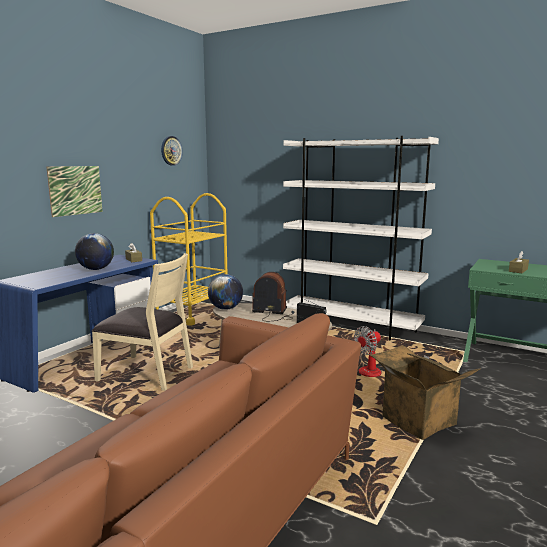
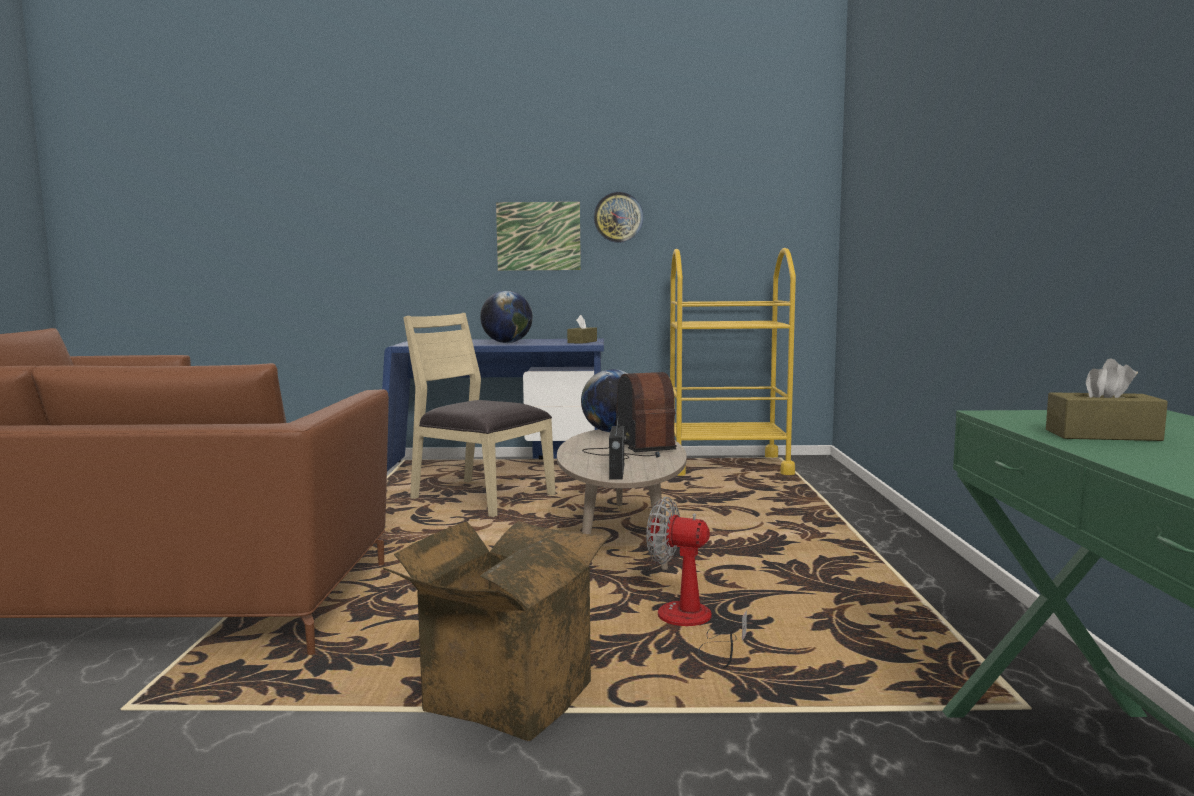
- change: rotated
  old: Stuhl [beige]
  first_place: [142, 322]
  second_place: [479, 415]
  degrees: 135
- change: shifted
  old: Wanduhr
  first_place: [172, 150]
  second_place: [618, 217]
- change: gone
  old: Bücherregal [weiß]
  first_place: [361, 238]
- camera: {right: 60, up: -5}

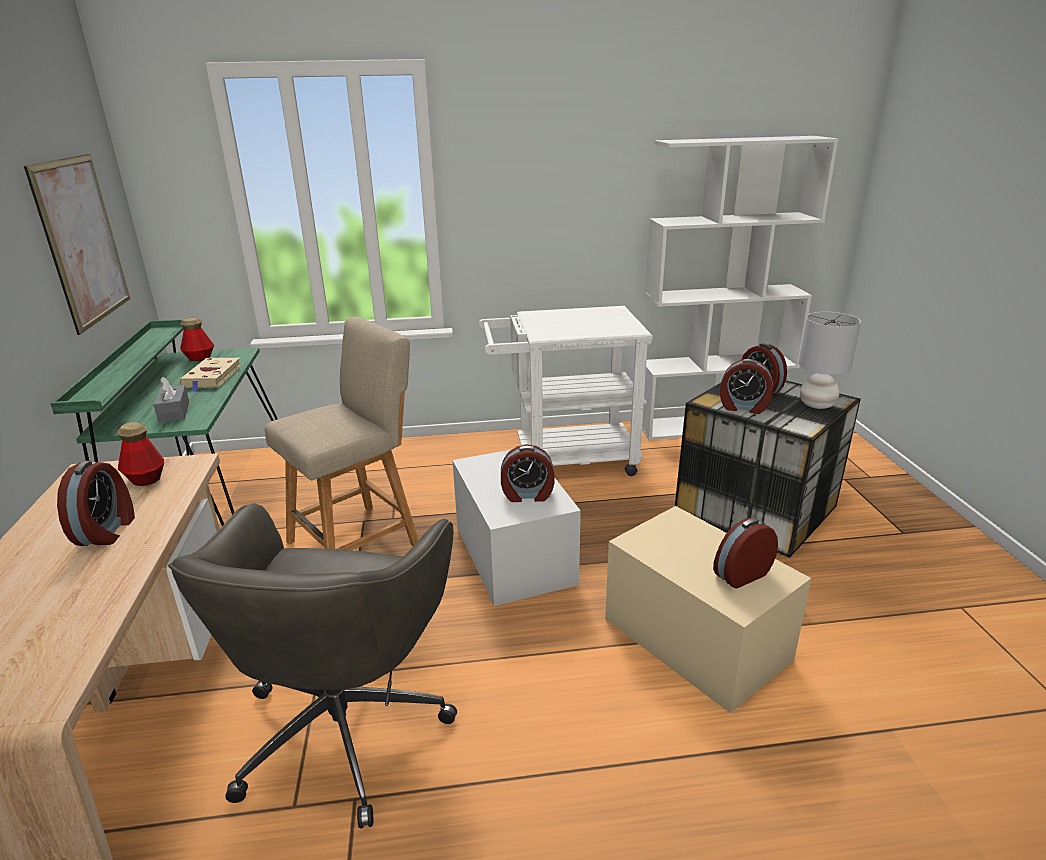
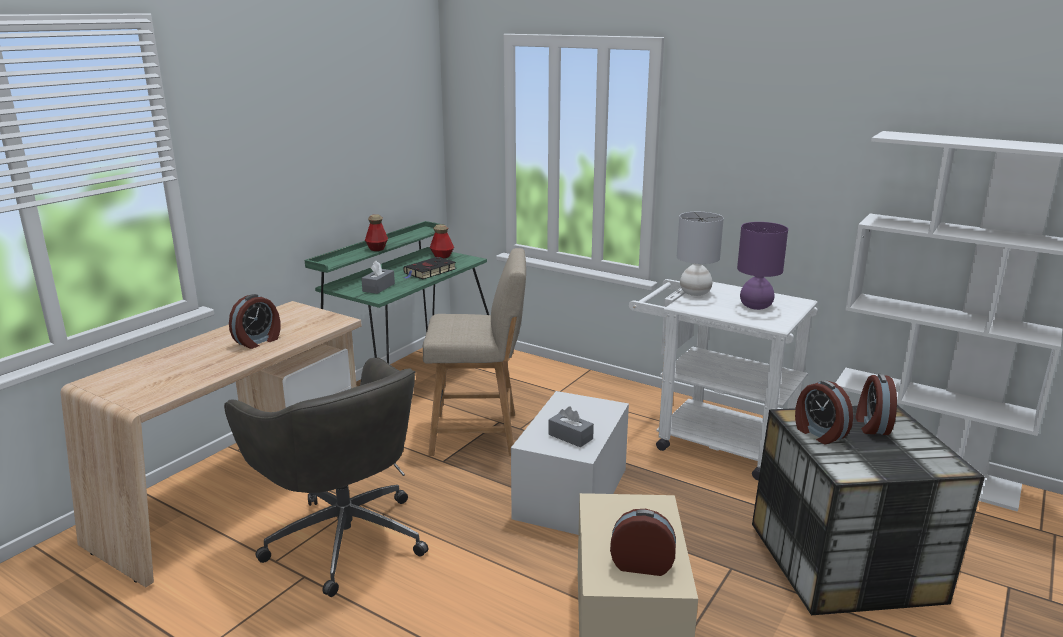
- change: gone
  old: Bild
  first_place: [77, 244]
- change: shifted
  old: Flasche
  first_place: [140, 454]
  second_place: [376, 232]
- change: rotated
  old: Bürostuhl [grau]
  first_place: [312, 666]
  second_place: [326, 477]
  degrees: -90
- change: repainted
  old: Buch [beige]
  new: Buch [schwarz]
  first_place: [210, 375]
  second_place: [429, 268]
- change: swapped
  old: Wecker
  new: Taschentuchbox [grau]
  first_place: [528, 473]
  second_place: [571, 426]
- change: shifted
  old: Tischlampe [grau]
  first_place: [830, 360]
  second_place: [700, 254]
- change: new
  new: Tischlampe [lila]
  second_place: [762, 266]
- camera: {right: 40, up: -5}

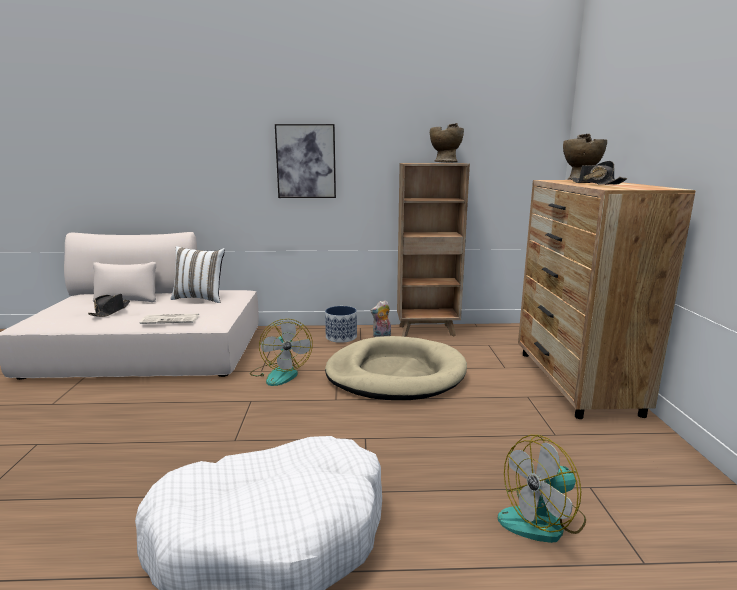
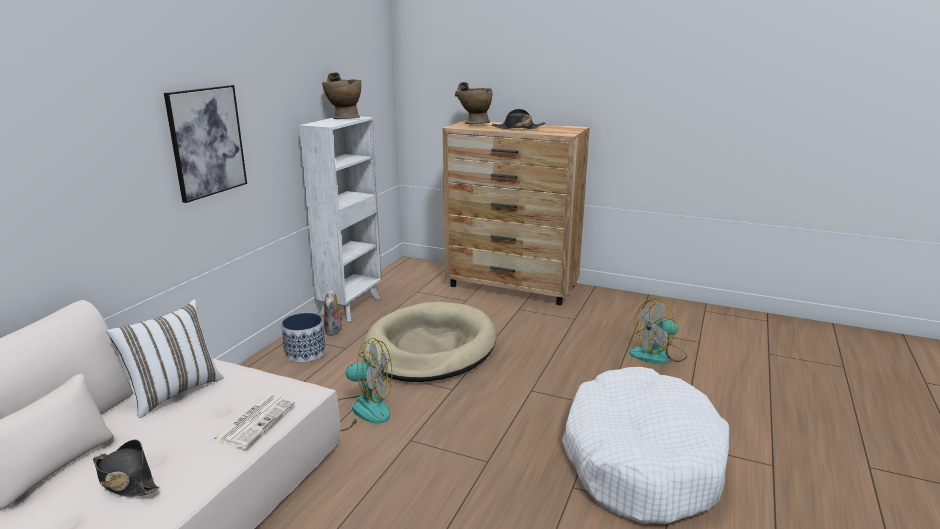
- change: repainted
  old: Bücherregal [braun]
  new: Bücherregal [weiß]
  first_place: [433, 250]
  second_place: [340, 218]
- change: rotated
  old: Ventilator
  first_place: [542, 489]
  second_place: [658, 331]
  degrees: 75
- camera: {right: -65, up: 5}

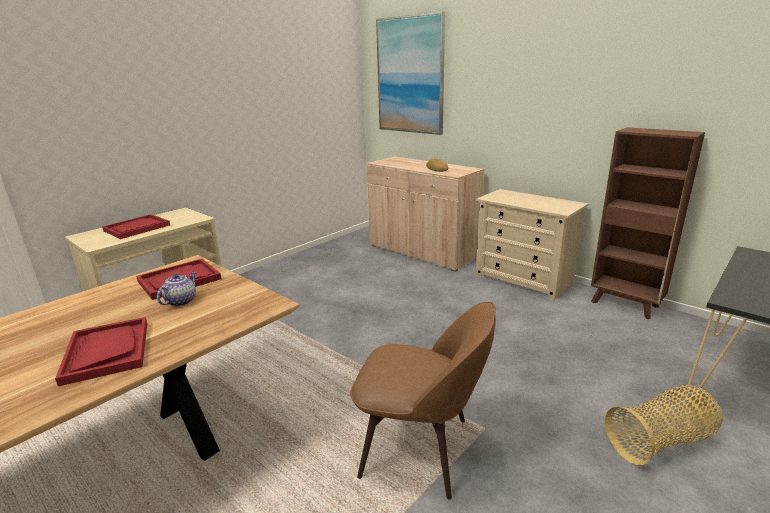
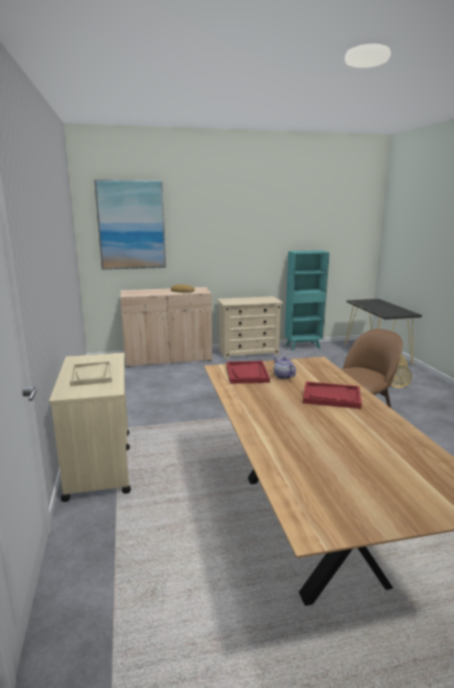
- change: repainted
  old: Tablett [rot]
  new: Tablett [beige]
  first_place: [136, 226]
  second_place: [91, 373]
- change: repainted
  old: Bücherregal [braun]
  new: Bücherregal [türkis]
  first_place: [648, 223]
  second_place: [307, 300]
- camera: {right: -55, up: -5}

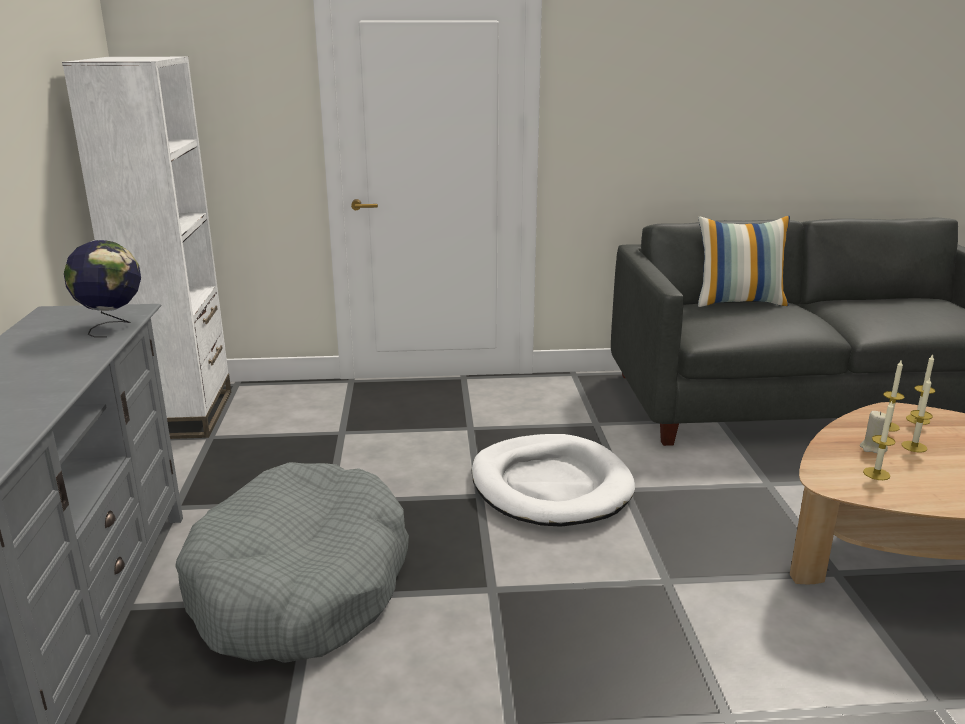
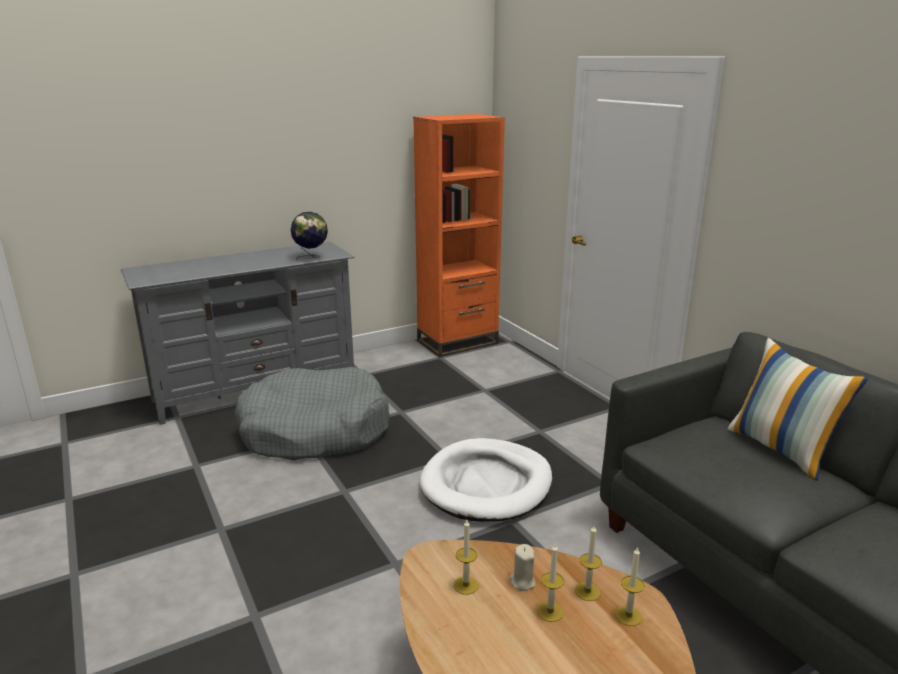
- change: repainted
  old: Bücherregal [weiß]
  new: Bücherregal [orange]
  first_place: [146, 248]
  second_place: [459, 235]
- camera: {right: 65, up: 0}

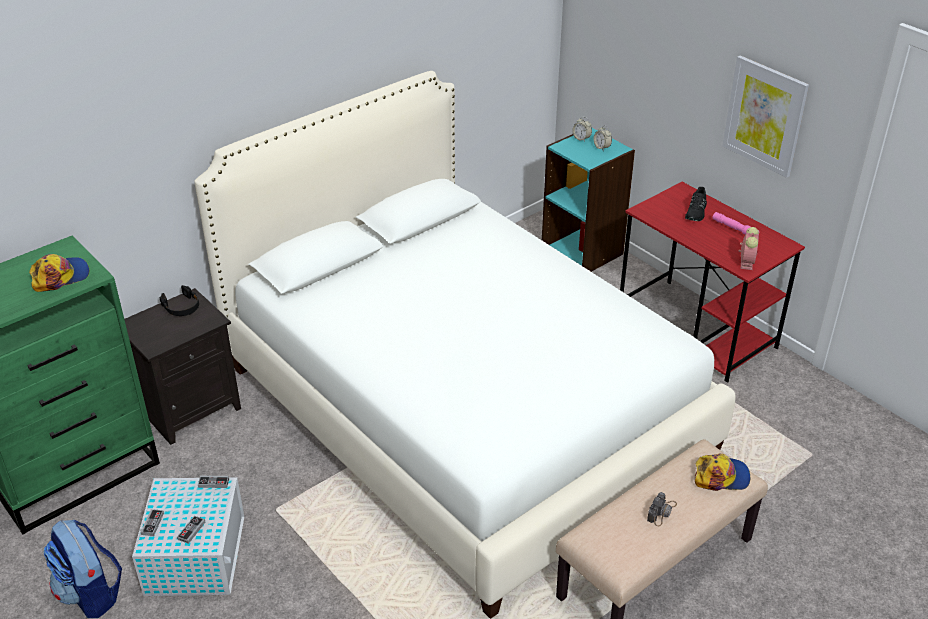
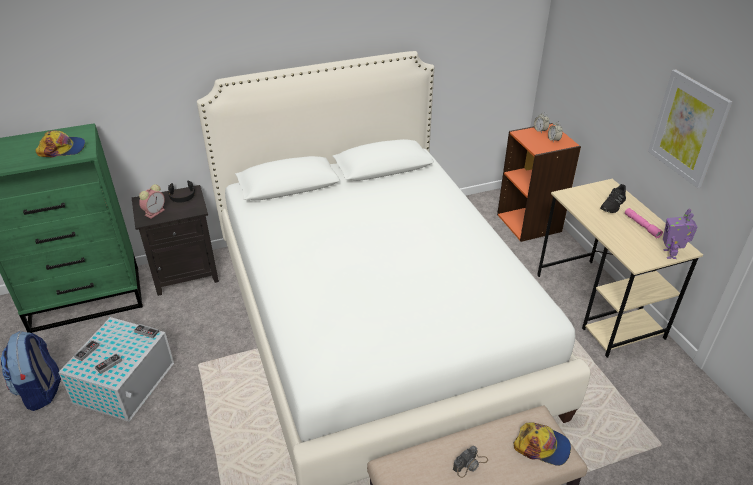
- change: repainted
  old: Bücherregal [türkis]
  new: Bücherregal [orange]
  first_place: [588, 199]
  second_place: [539, 182]
- change: repainted
  old: Schreibtisch [rot]
  new: Schreibtisch [beige]
  first_place: [712, 282]
  second_place: [620, 268]
- change: shifted
  old: Wecker
  first_place: [749, 248]
  second_place: [152, 201]
- change: new
  new: Spielzeugroboter
  second_place: [680, 234]
- camera: {right: 20, up: 0}

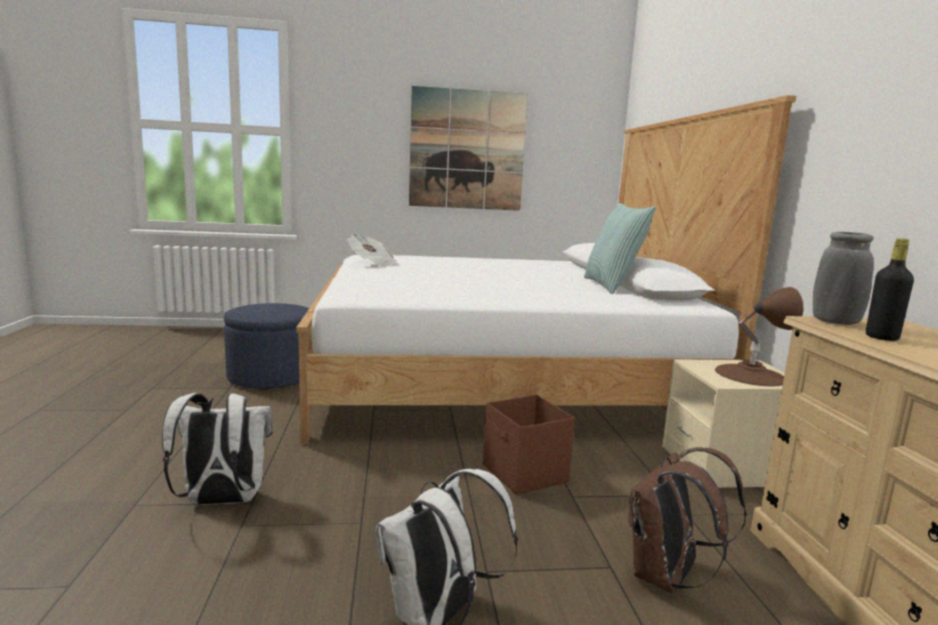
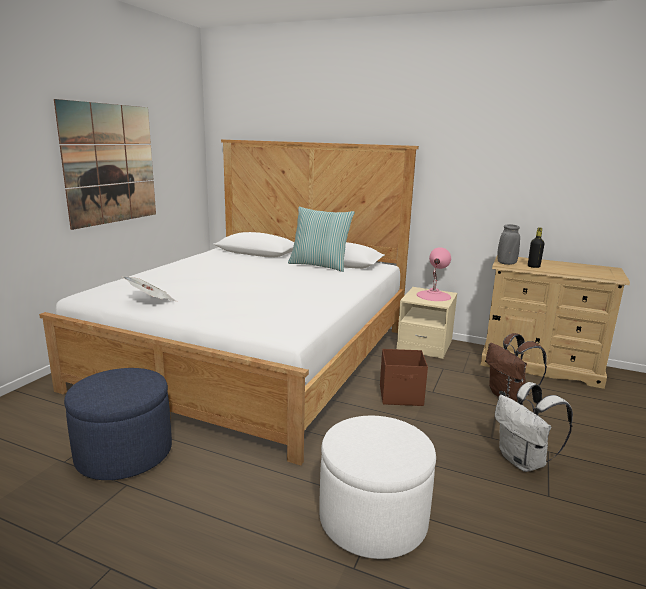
- change: swapped
  old: Rucksack [weiß]
  new: Polsterhocker [weiß]
  first_place: [217, 449]
  second_place: [378, 487]
- change: repainted
  old: Tischlampe [braun]
  new: Tischlampe [rosa]
  first_place: [759, 336]
  second_place: [433, 274]
- camera: {right: -60, up: 5}

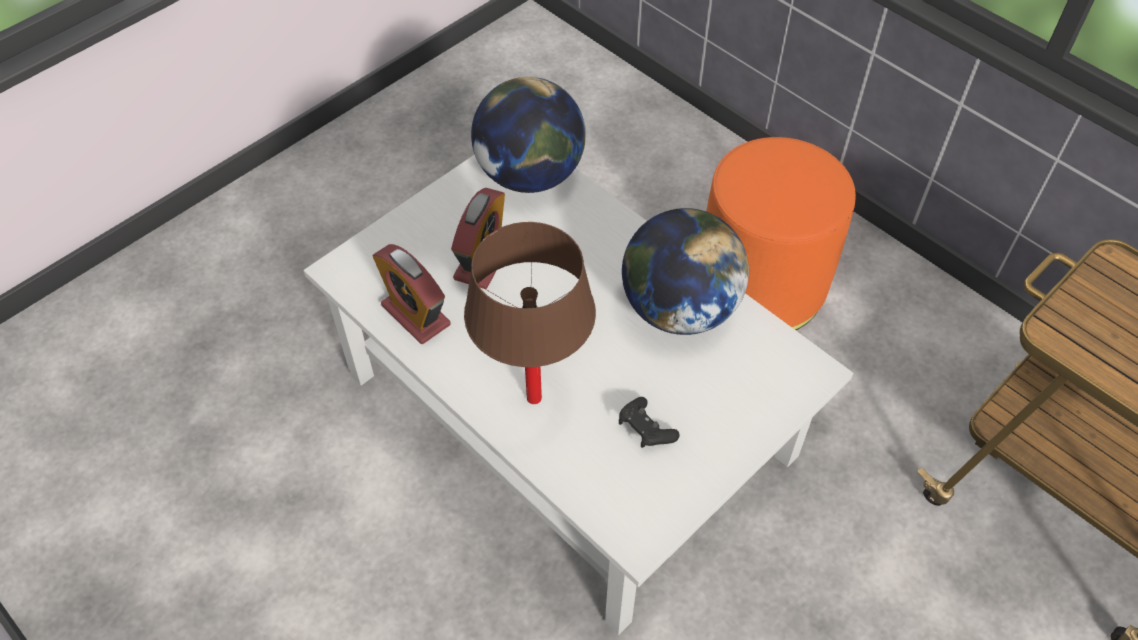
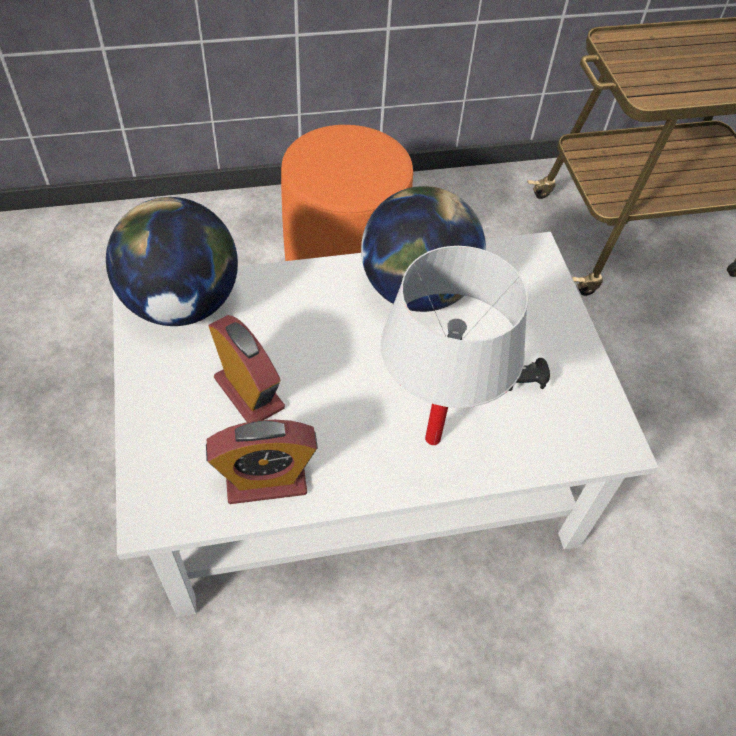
- change: repainted
  old: Tischlampe [braun]
  new: Tischlampe [weiß]
  first_place: [530, 313]
  second_place: [454, 345]
- camera: {right: -60, up: 0}

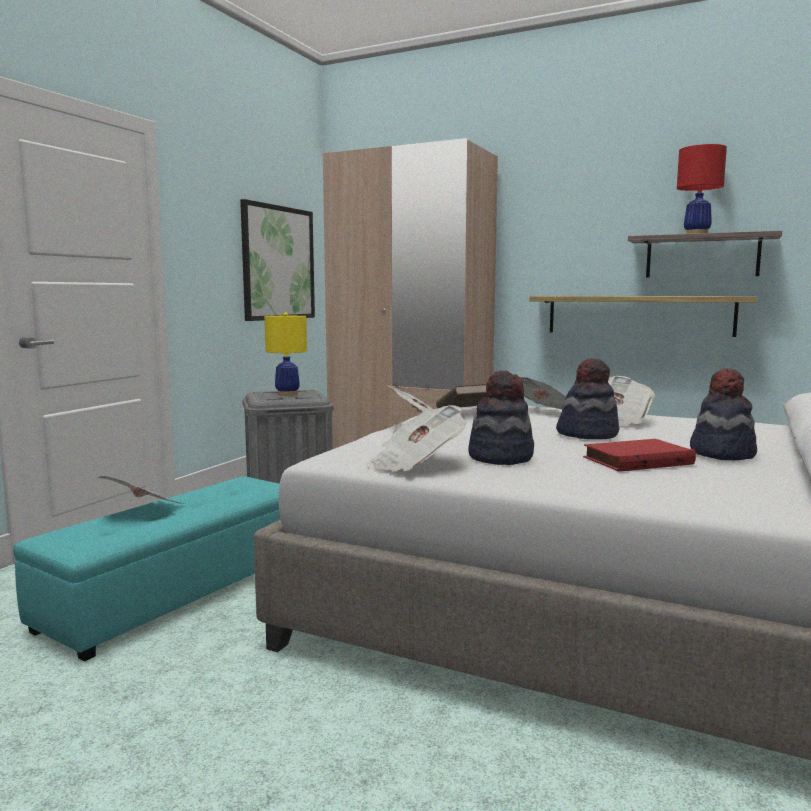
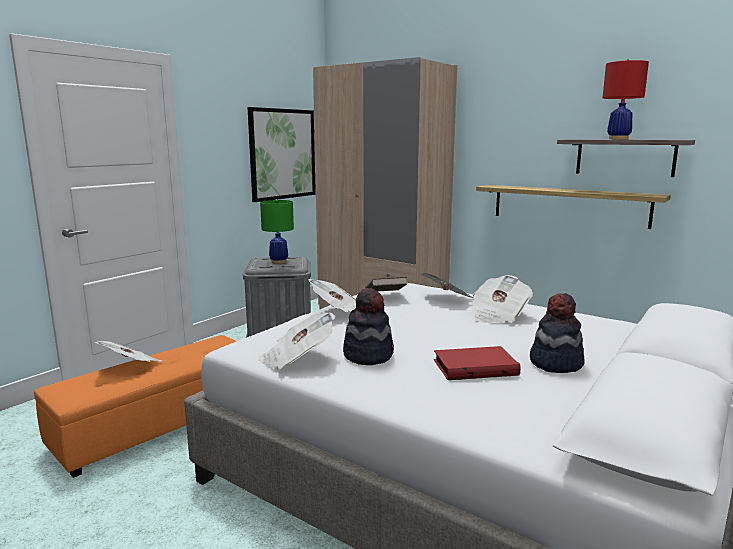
- change: repainted
  old: Polsterhocker [türkis]
  new: Polsterhocker [orange]
  first_place: [146, 568]
  second_place: [135, 406]
- change: repainted
  old: Tischlampe [gelb]
  new: Tischlampe [grün]
  first_place: [285, 354]
  second_place: [277, 231]
- change: gone
  old: Hut
  first_place: [587, 398]
- camera: {right: 10, up: 5}

